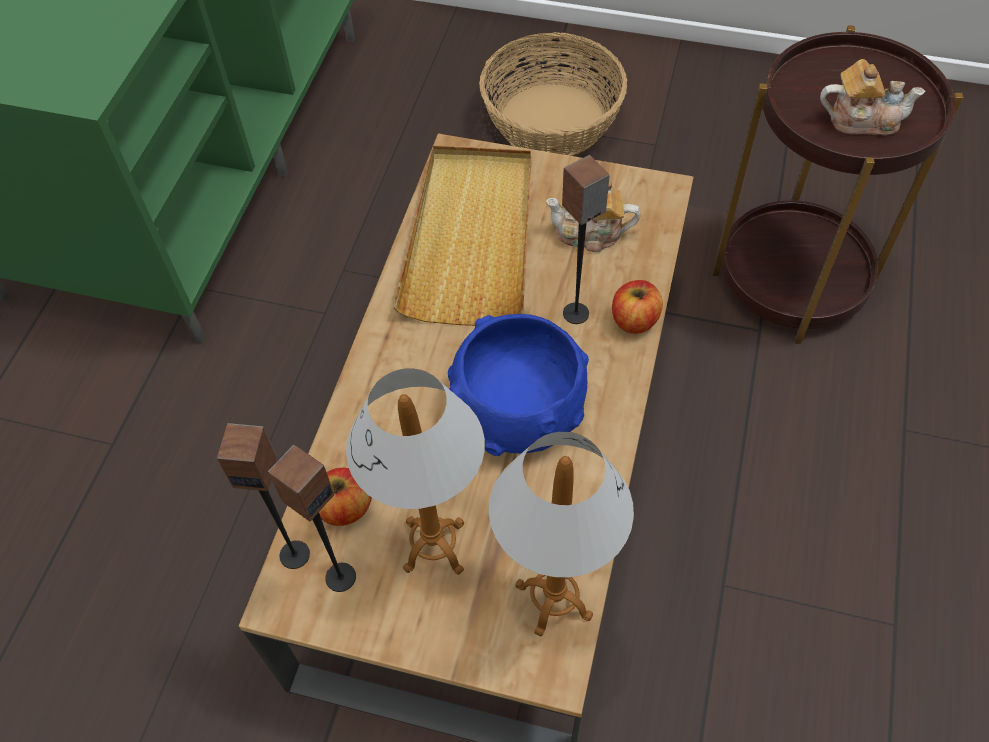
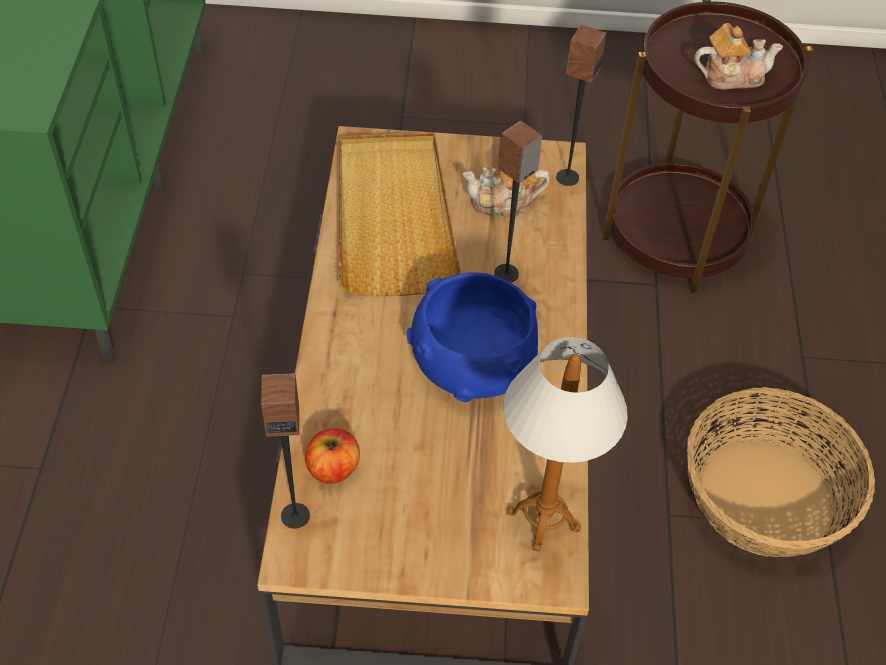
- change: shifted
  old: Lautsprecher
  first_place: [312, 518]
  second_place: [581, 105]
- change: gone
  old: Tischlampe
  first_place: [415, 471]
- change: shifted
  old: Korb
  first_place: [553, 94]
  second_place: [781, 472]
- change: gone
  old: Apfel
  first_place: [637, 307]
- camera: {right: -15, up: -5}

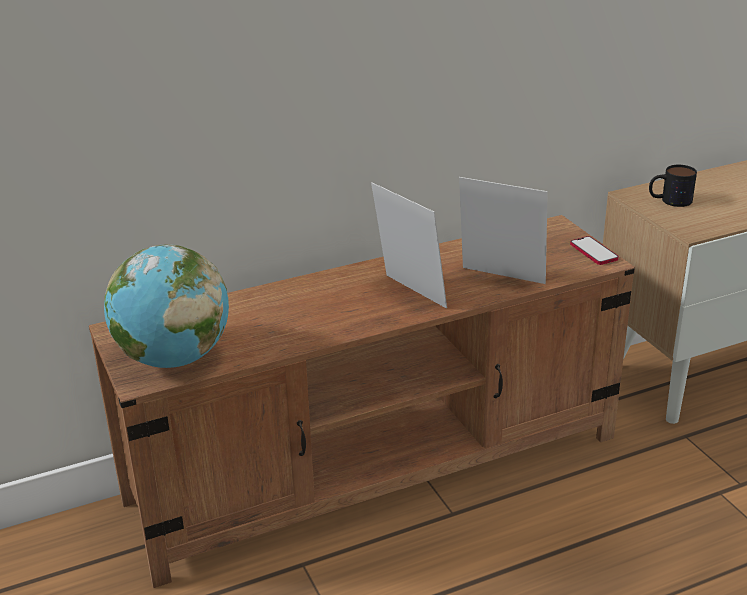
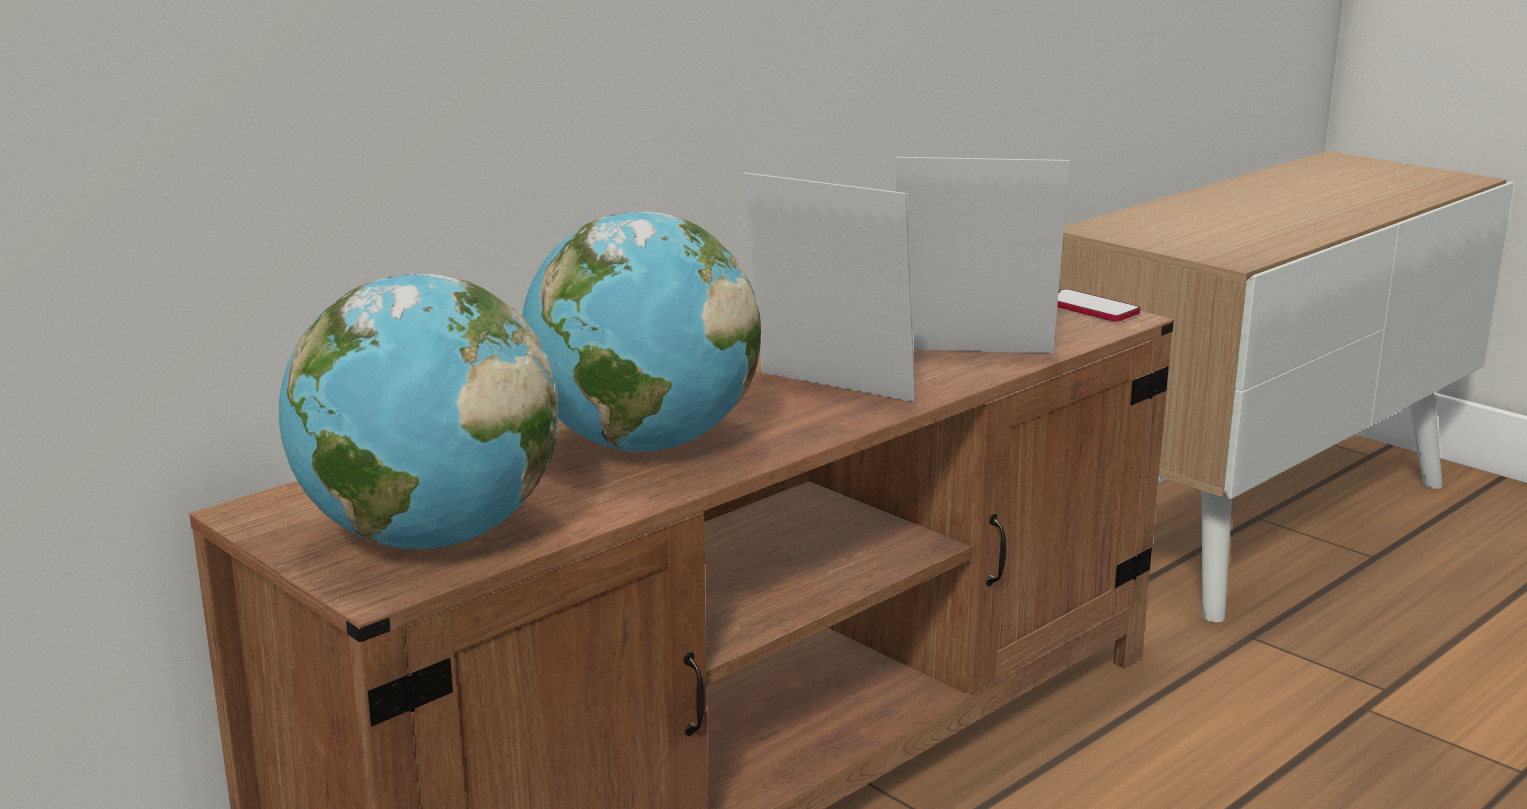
- change: gone
  old: Henkelbecher
  first_place: [673, 186]
- change: new
  new: Globus
  second_place: [641, 332]
- camera: {right: -20, up: -10}

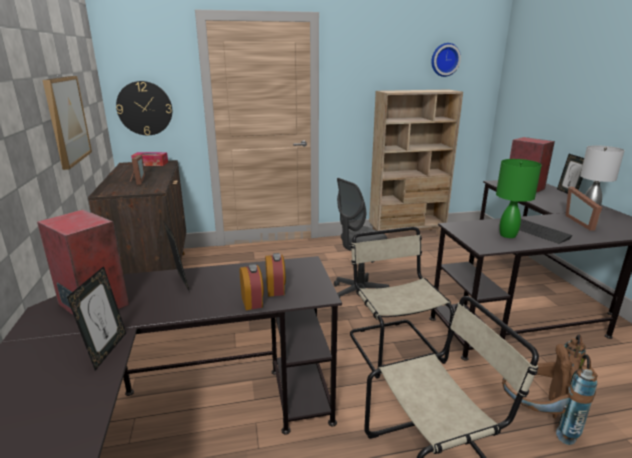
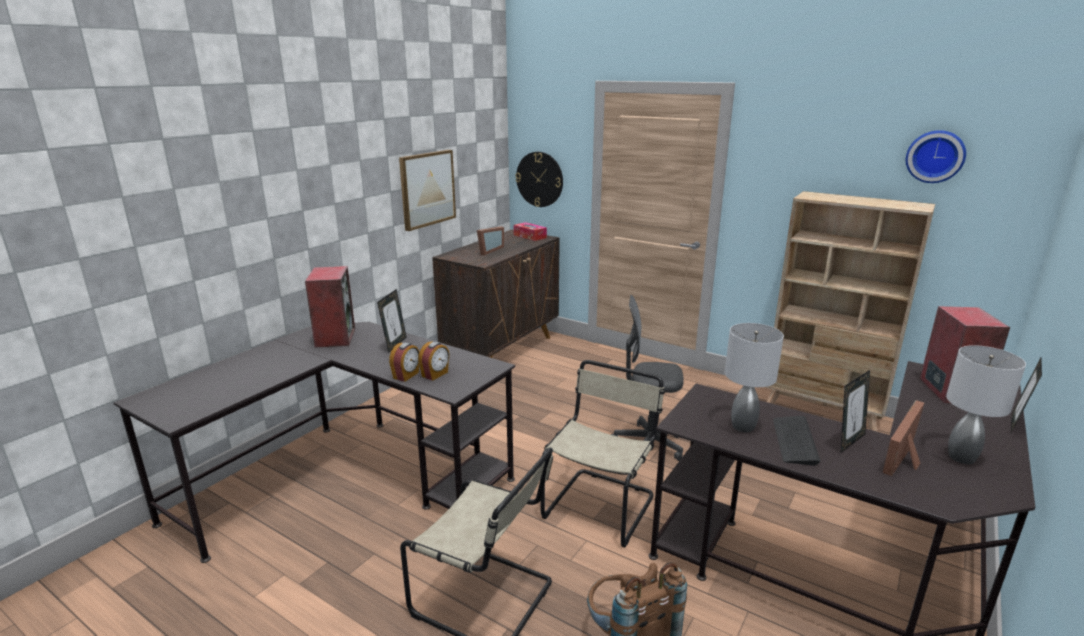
- change: shifted
  old: Bilderrahmen
  first_place: [96, 318]
  second_place: [855, 411]
- change: repainted
  old: Tischlampe [grün]
  new: Tischlampe [grau]
  first_place: [519, 198]
  second_place: [754, 377]
- camera: {right: 45, up: 0}

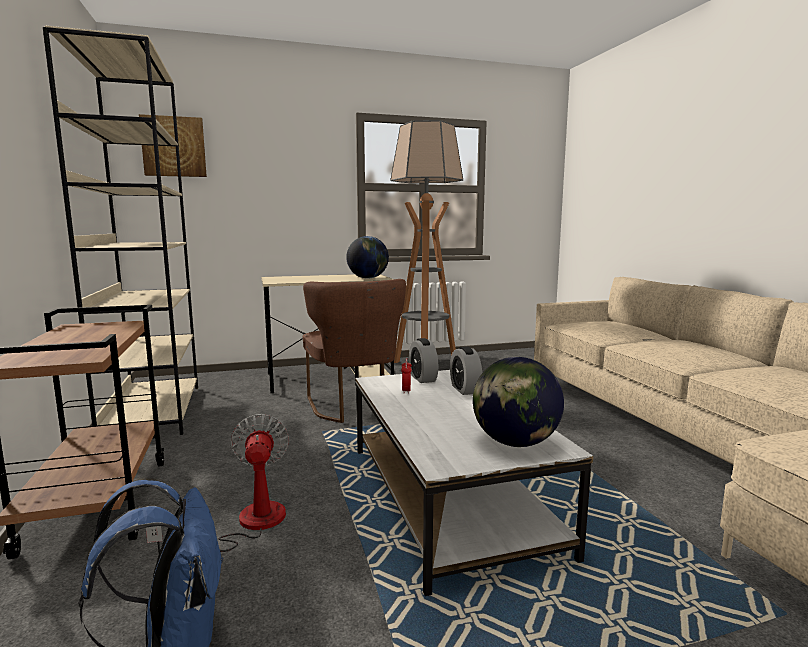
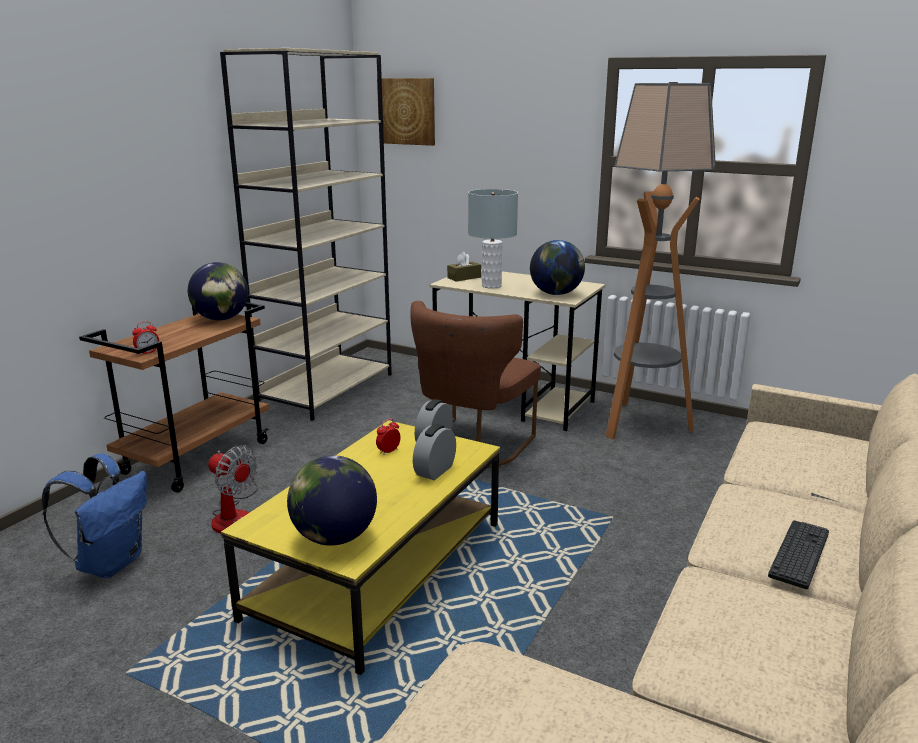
- change: rotated
  old: Ventilator
  first_place: [217, 483]
  second_place: [233, 489]
  degrees: 90
- change: repainted
  old: Couchtisch [weiß]
  new: Couchtisch [gelb]
  first_place: [474, 483]
  second_place: [360, 547]
- change: new
  new: Wecker
  second_place: [145, 338]
- change: new
  new: Globus
  second_place: [217, 291]
- change: new
  new: Taschentuchbox [braun]
  second_place: [464, 267]
- change: new
  new: Tischlampe [grau]
  second_place: [493, 239]
- change: new
  new: Tastatur
  second_place: [798, 554]
- camera: {right: 45, up: 10}

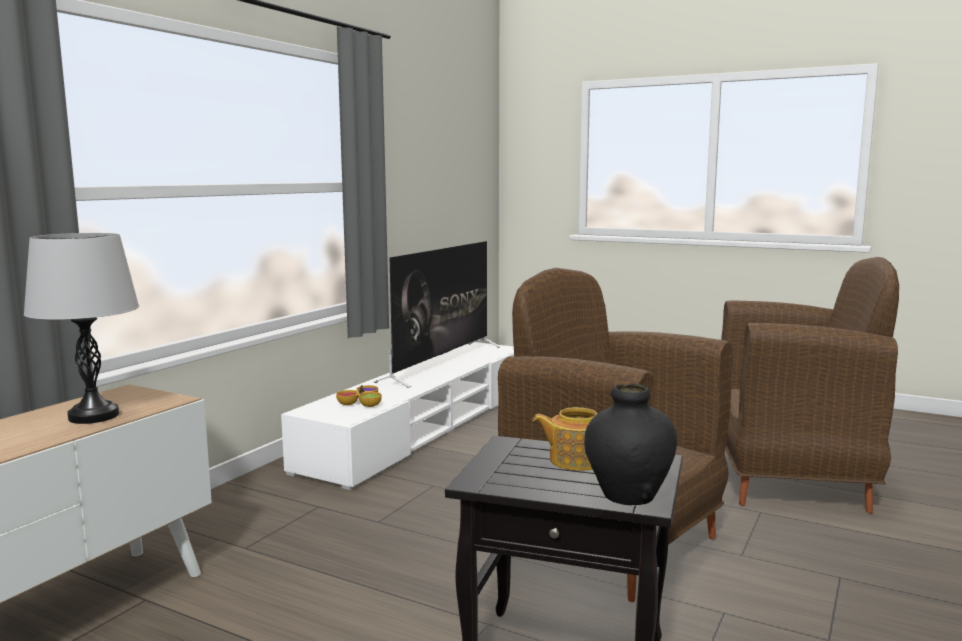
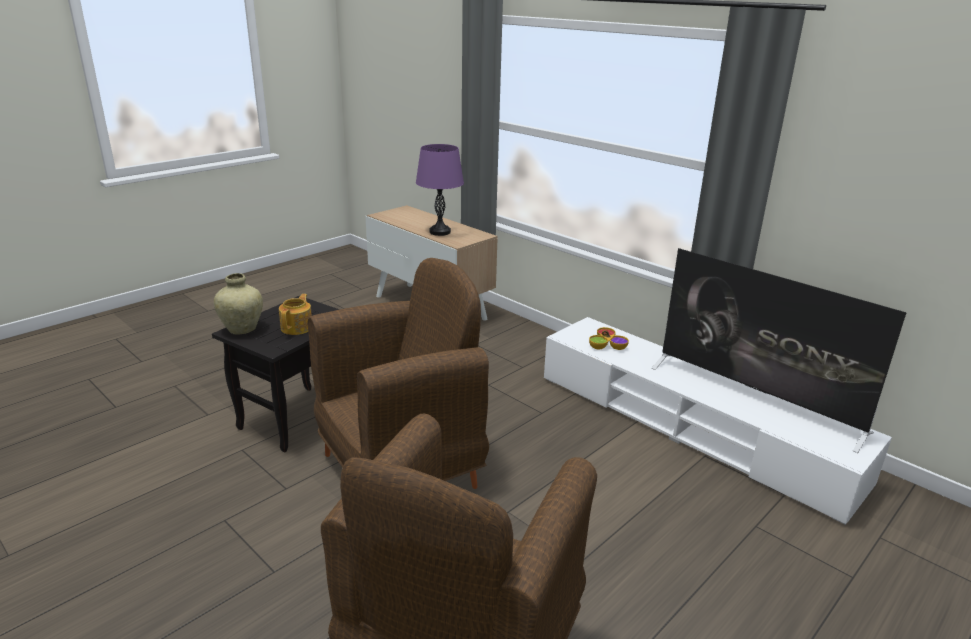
- change: repainted
  old: Tischlampe [grau]
  new: Tischlampe [lila]
  first_place: [81, 328]
  second_place: [440, 190]
- change: repainted
  old: Vase [schwarz]
  new: Vase [beige]
  first_place: [630, 444]
  second_place: [238, 304]
- camera: {right: 105, up: 15}

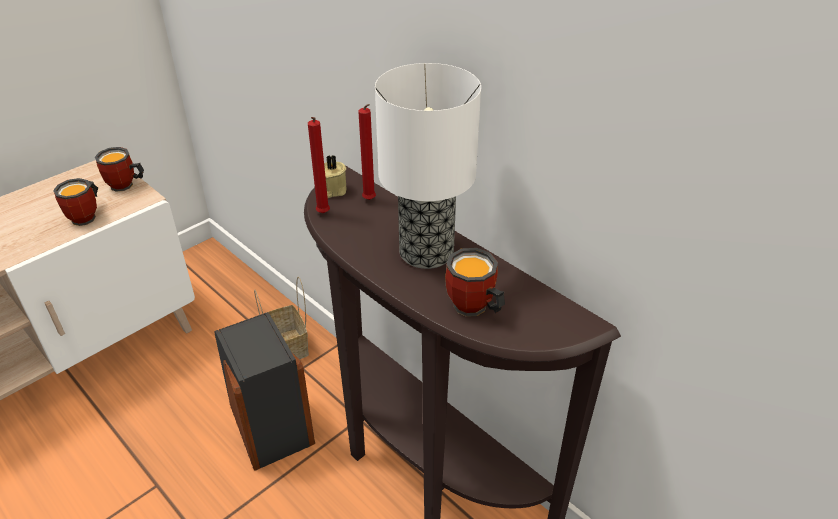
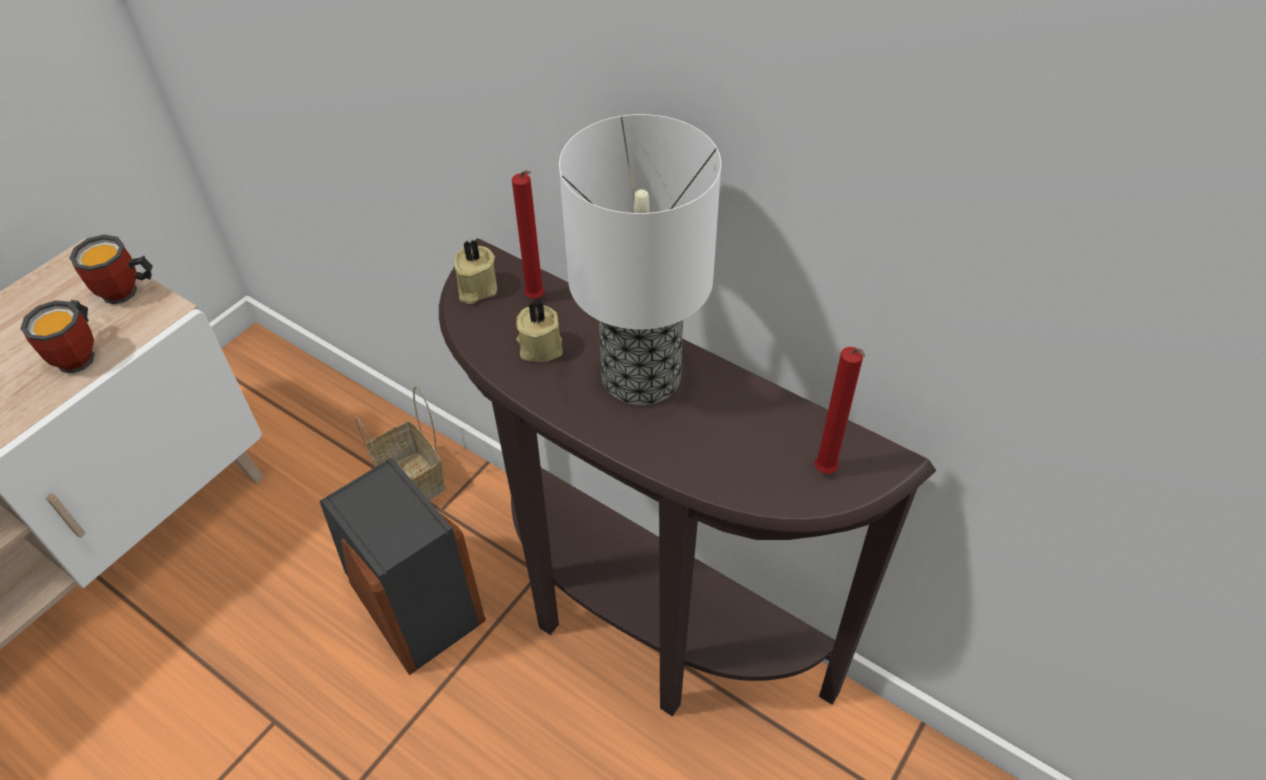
- change: shifted
  old: Kerze [rot]
  first_place: [319, 165]
  second_place: [840, 410]
- change: gone
  old: Henkelbecher
  first_place: [475, 282]
- change: new
  new: Kerze [beige]
  second_place: [539, 331]
- camera: {right: -10, up: 10}

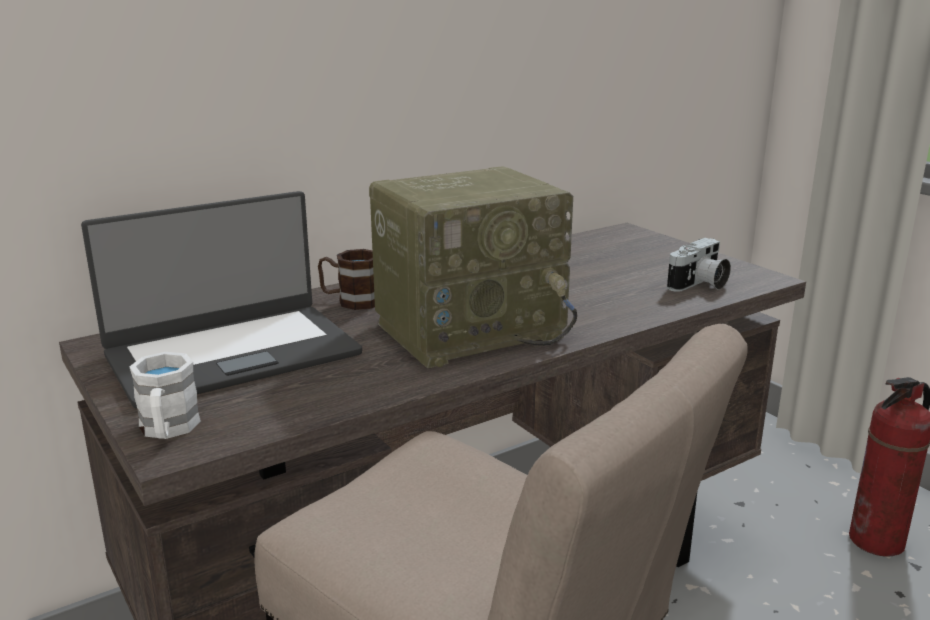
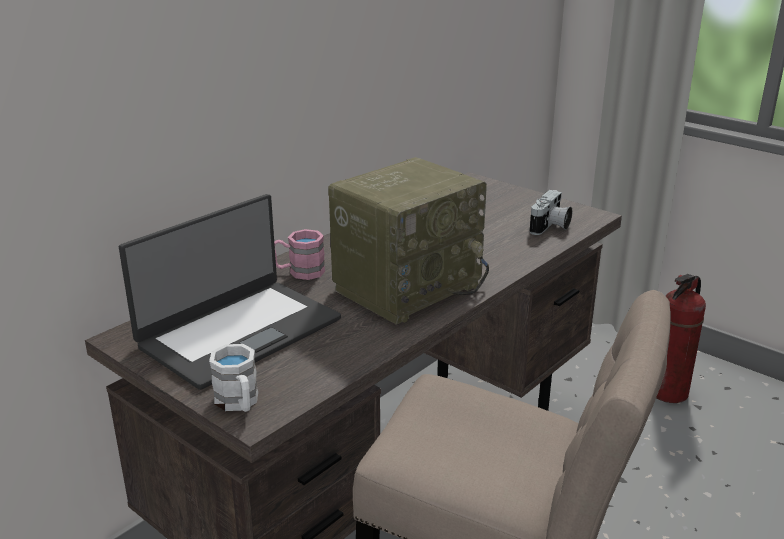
- change: repainted
  old: Henkelbecher [braun]
  new: Henkelbecher [rosa]
  first_place: [346, 279]
  second_place: [299, 254]
- camera: {right: -15, up: 5}

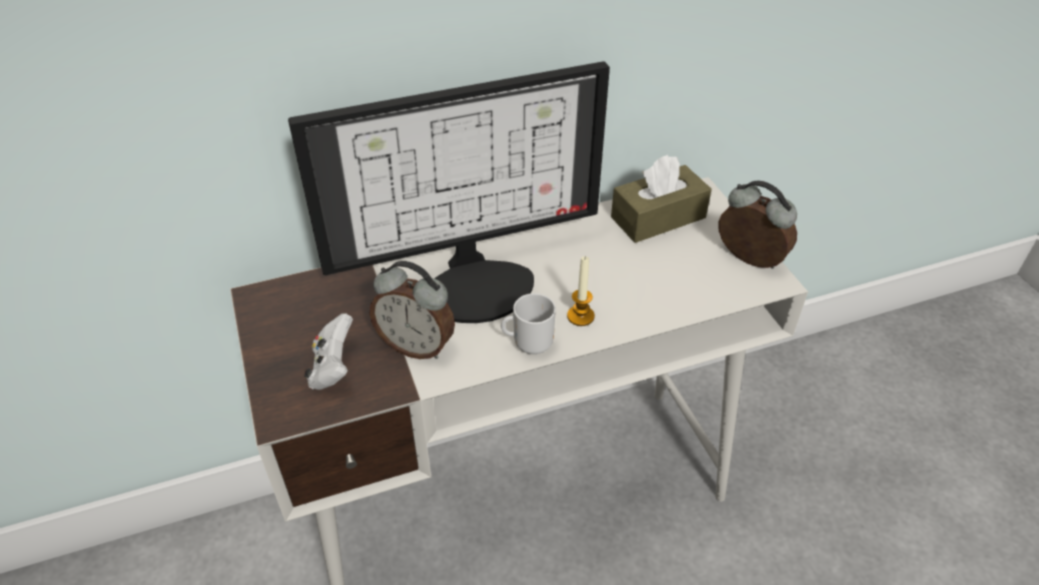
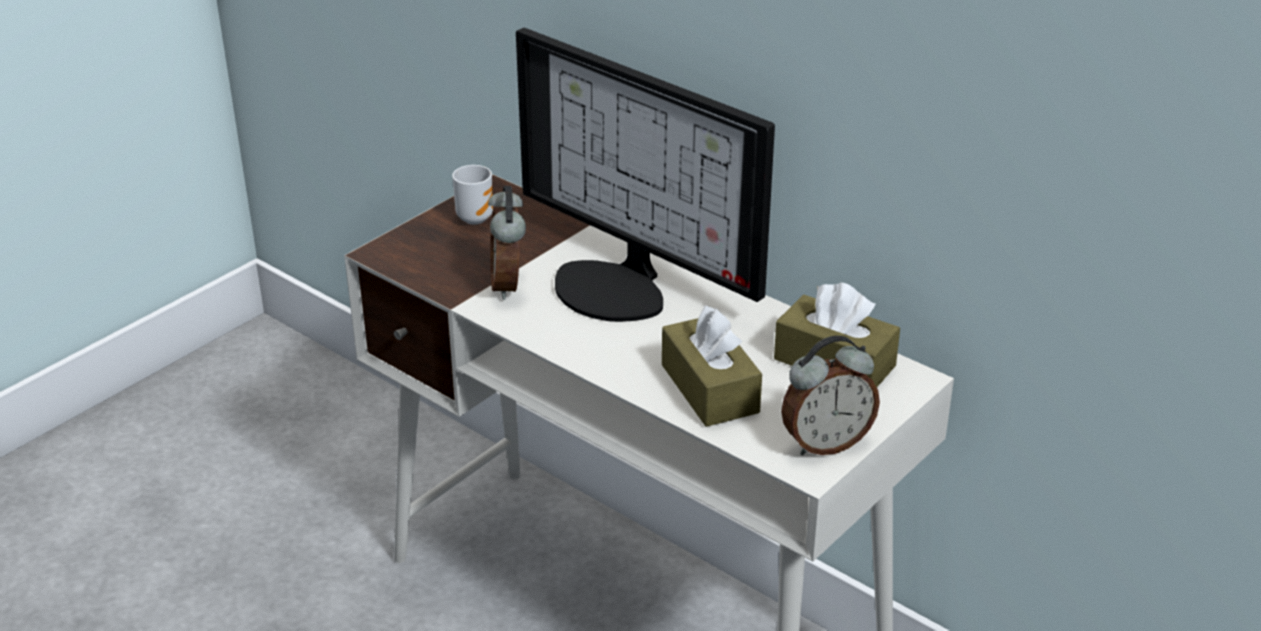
- change: gone
  old: Gamepad [weiß]
  first_place: [328, 351]
- change: shifted
  old: Henkelbecher
  first_place: [528, 323]
  second_place: [472, 195]
- change: gone
  old: Kerze
  first_place: [581, 291]
- change: rotated
  old: Wecker
  first_place: [757, 224]
  second_place: [830, 395]
  degrees: 60
- change: new
  new: Taschentuchbox [braun]
  second_place: [712, 366]
- camera: {right: 60, up: -10}

